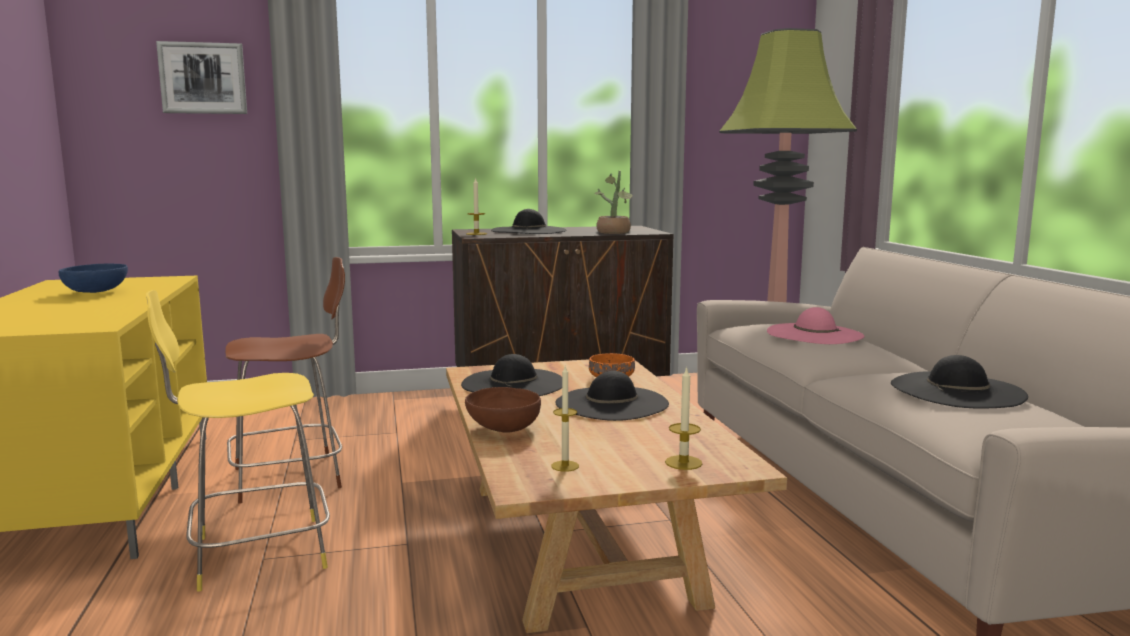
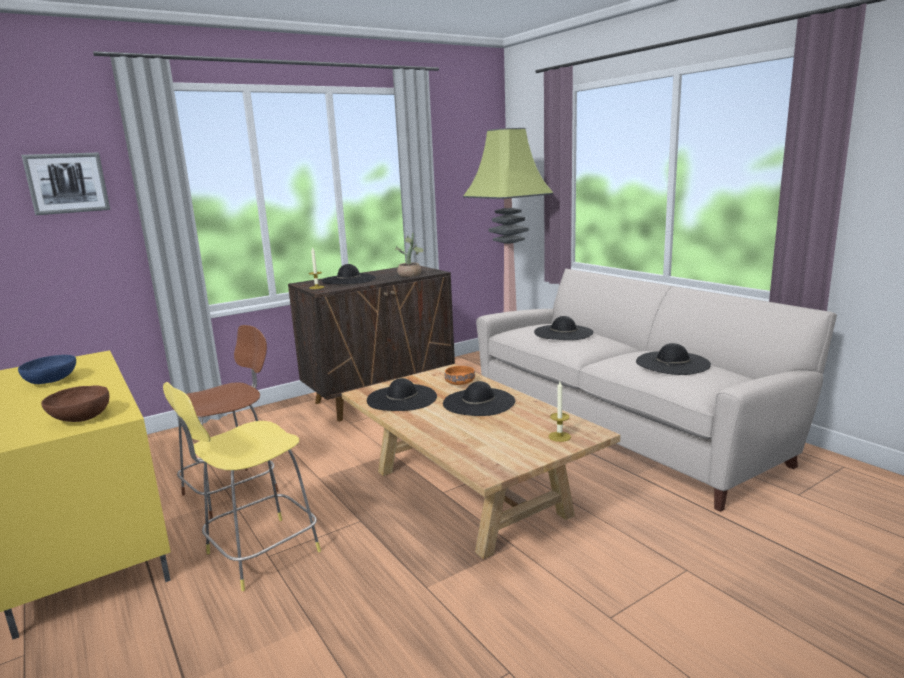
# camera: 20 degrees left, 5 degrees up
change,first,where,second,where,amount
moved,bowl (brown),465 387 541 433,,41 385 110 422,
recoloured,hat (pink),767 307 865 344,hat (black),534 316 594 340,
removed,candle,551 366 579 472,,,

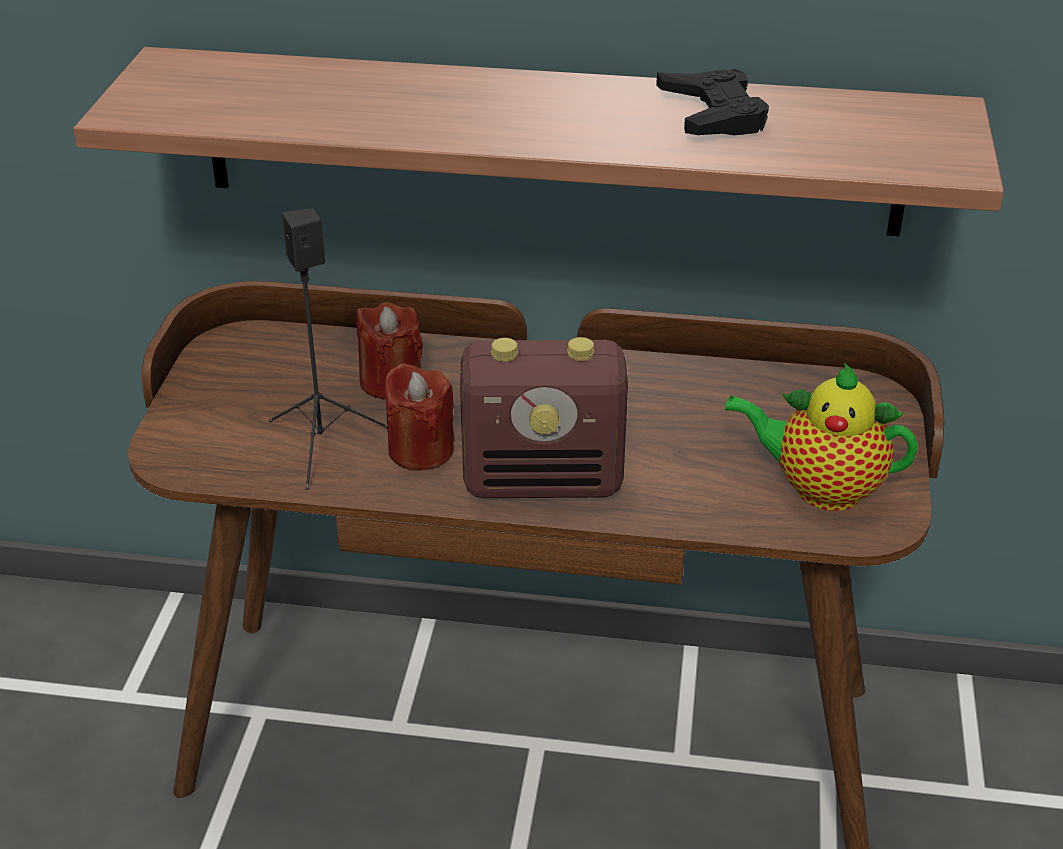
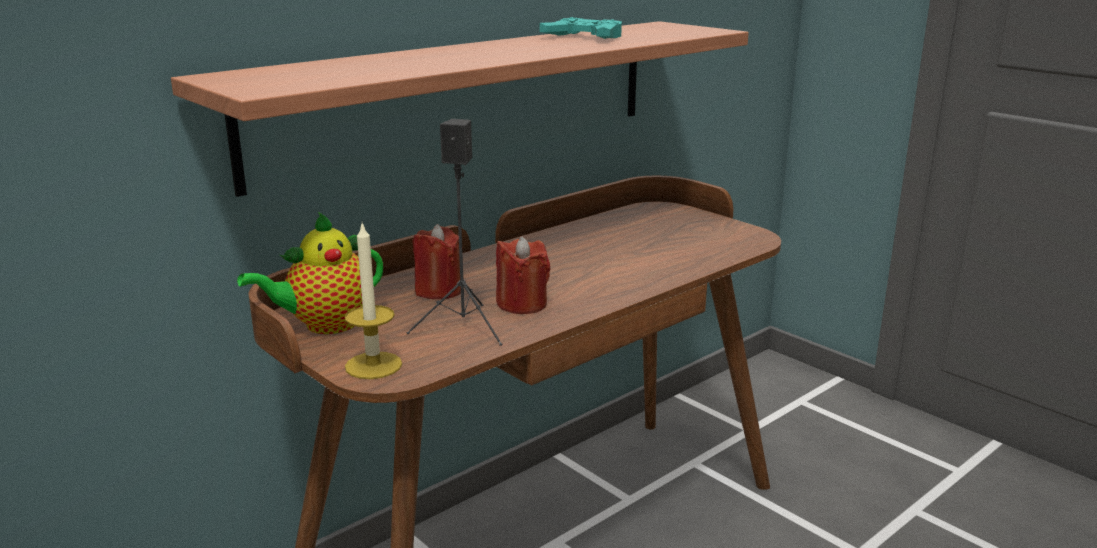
# camera: 50 degrees left, 15 degrees down
change,first,where,second,where,amount
moved,teapot,725 363 918 511,,237 212 383 334,
added,,,candle,345 222 402 379,
recoloured,game controller (black),656 69 769 135,game controller (turquoise),539 17 622 39,
removed,radio,460 337 628 498,,,

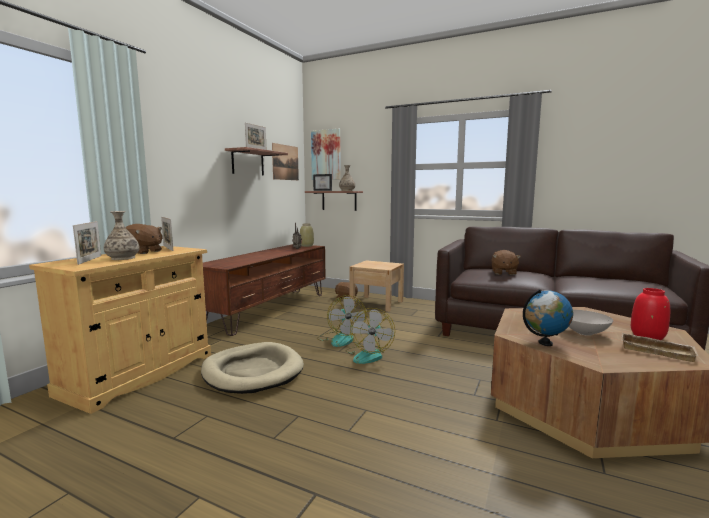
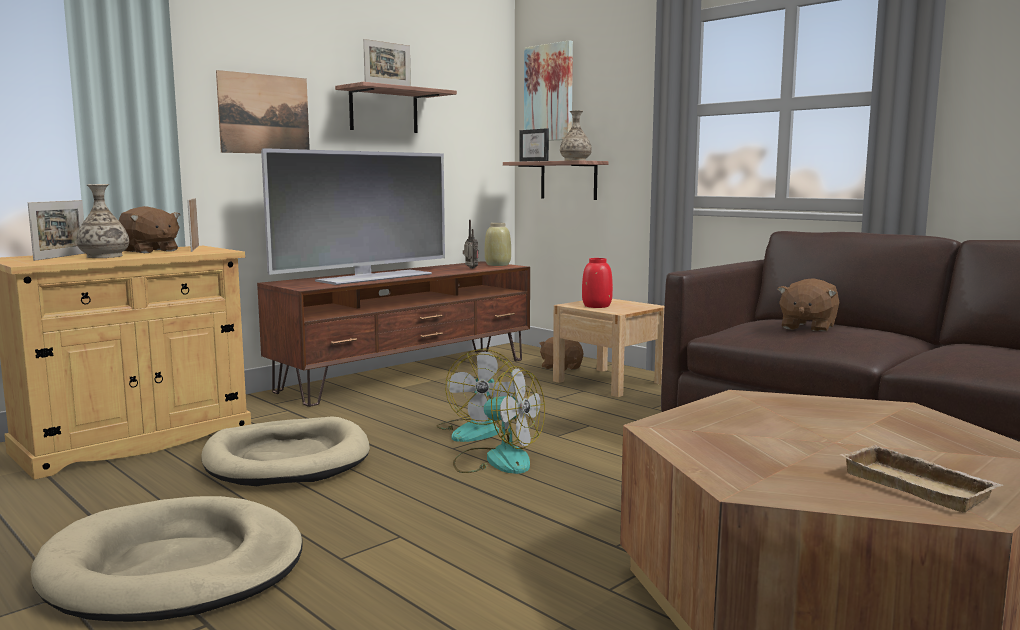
# camera: 20 degrees right, 0 degrees up
change,first,where,second,where,amount
added,,,dog bed (beige),30 496 303 622,
moved,picture,272 143 299 180,,216 70 310 153,
added,,,television,261 148 445 285,
turned,fan,346 308 395 364,,453 366 545 474,90 degrees counterclockwise
moved,vase (red),631 288 670 340,,582 258 613 308,
removed,globe,523 289 573 346,,,
removed,bowl (white),569 310 613 336,,,

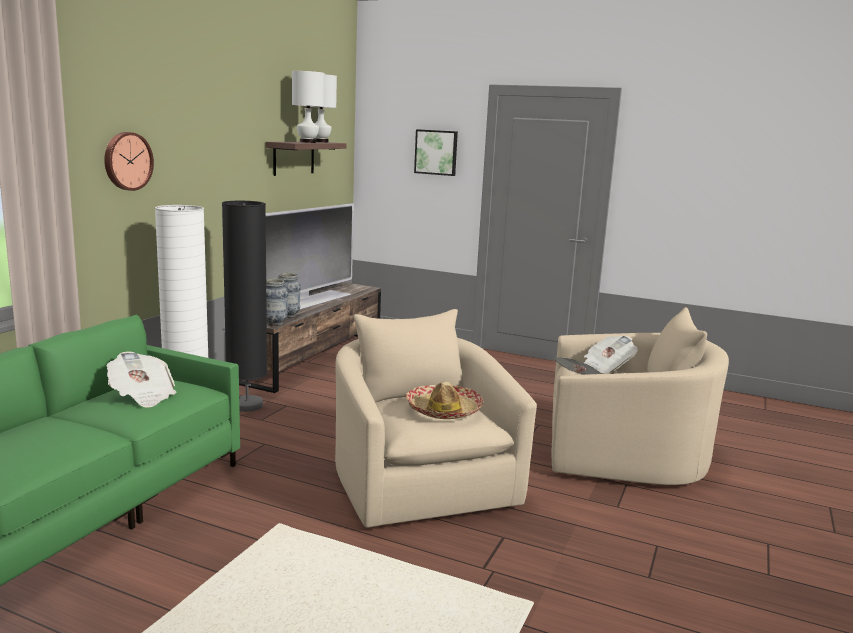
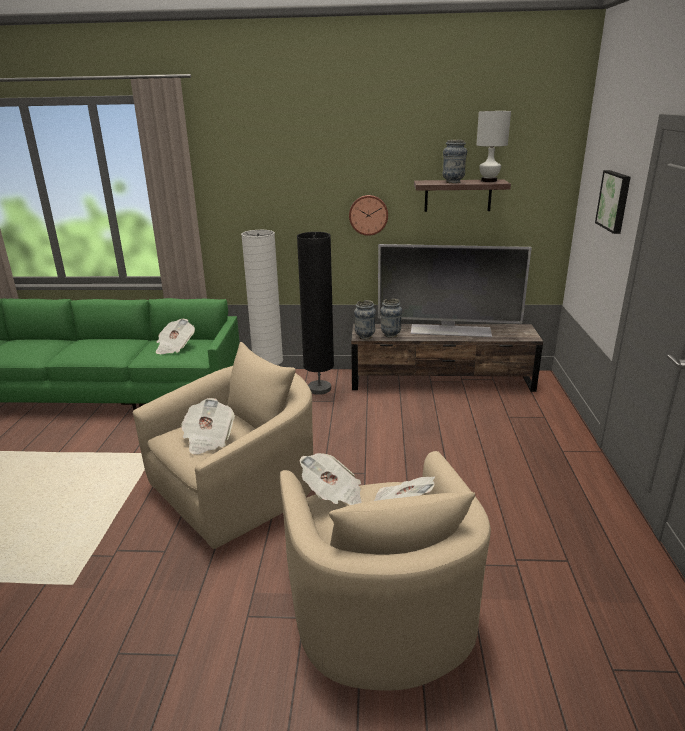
# camera: 70 degrees right, 10 degrees up
change,first,where,second,where,amount
replaced,hat,406 382 483 419,newspaper,181 398 235 455,
moved,wall clock,104 132 154 191,,349 195 388 236,
replaced,table lamp (white),292 71 325 143,vase,443 140 467 183,

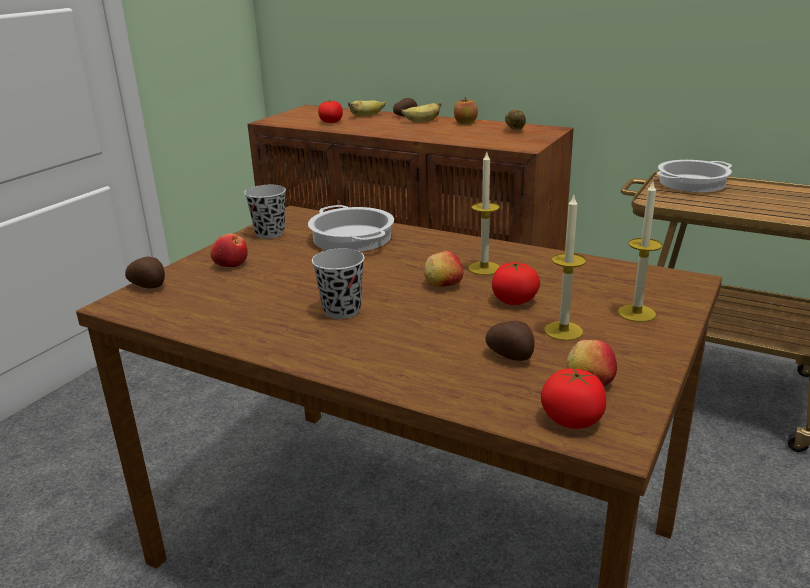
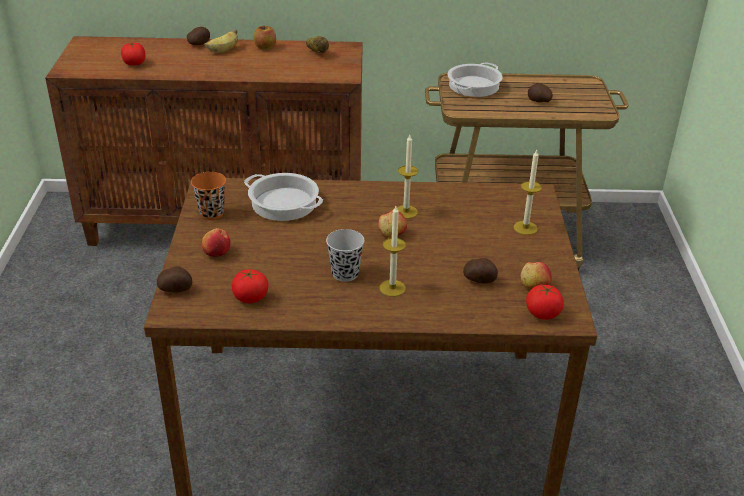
# camera: 30 degrees left, 10 degrees up
change,first,where,second,where,amount
recoloured,cup (black),244 185 286 239,cup (orange),191 172 226 220,
moved,tomato,492 262 540 305,,232 269 268 303,
moved,candle,544 193 586 341,,379 206 406 297,
added,,,potato,528 83 553 102,
removed,banana,348 101 386 116,,,

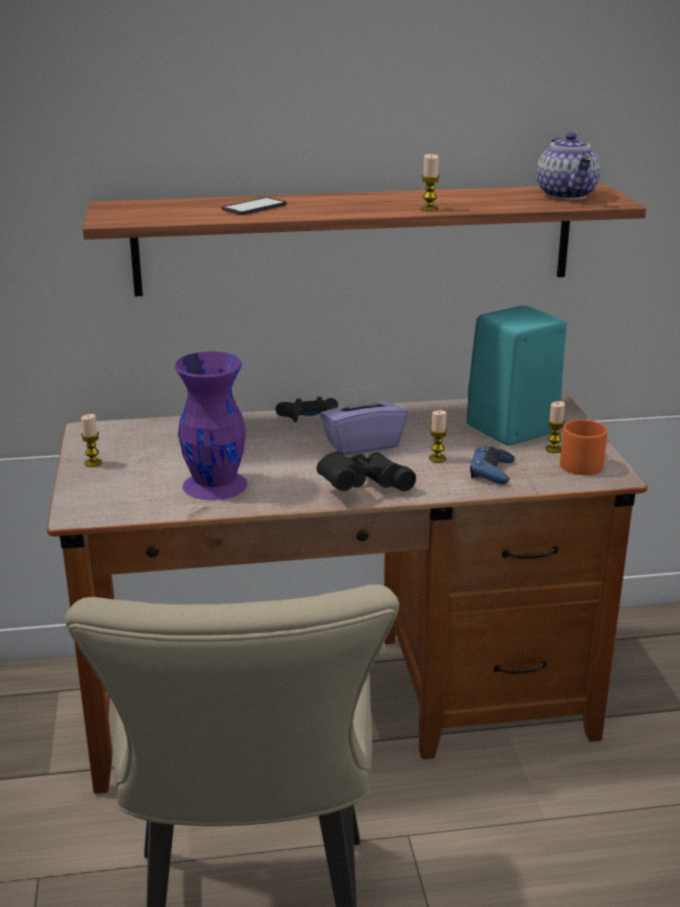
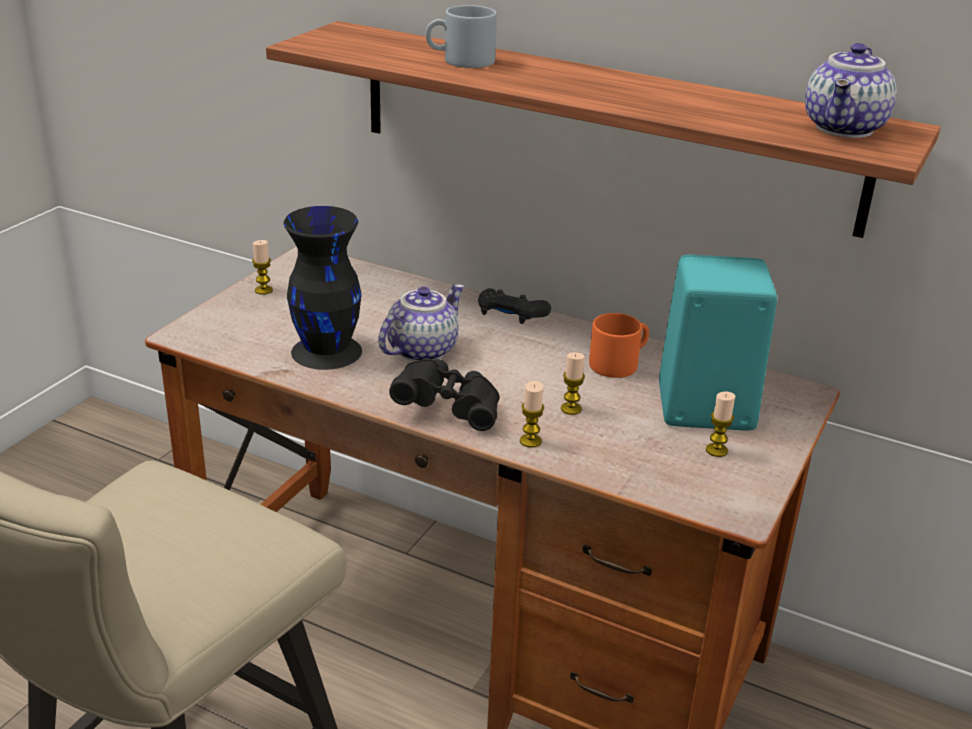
# camera: 35 degrees right, 5 degrees up
change,first,where,second,where,amount
recoloured,vase (purple),175 351 247 500,vase (black),284 206 362 370,
added,,,teapot,378 284 464 361,
replaced,phone,221 197 287 215,mug (grey),426 5 497 68,
moved,candle,421 154 440 211,,520 381 544 448,
moved,mug (orange),560 419 608 475,,589 313 649 378,
removed,tissue box (purple),320 384 408 455,,,
removed,game controller (blue),470 446 515 485,,,

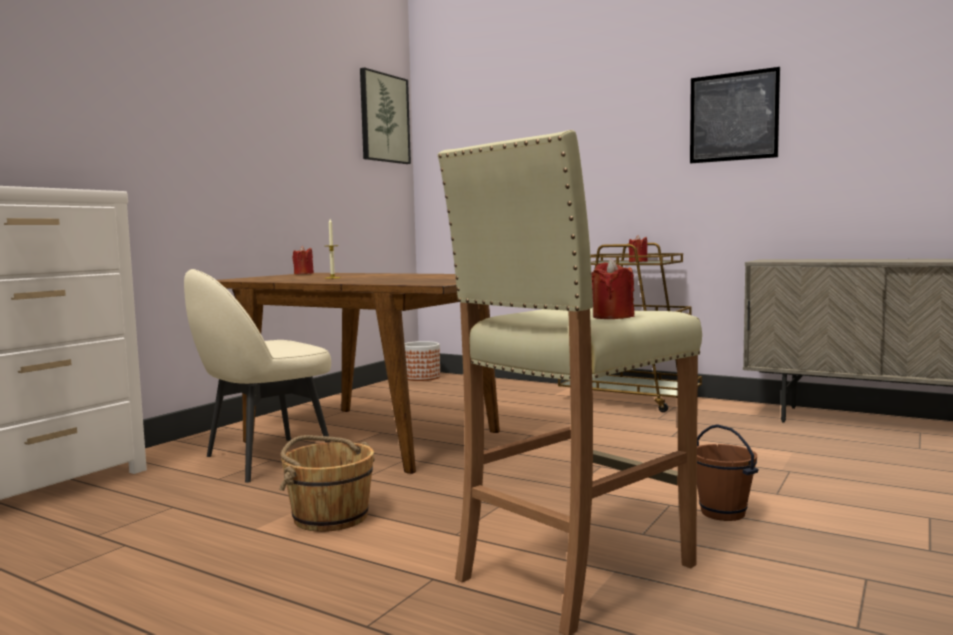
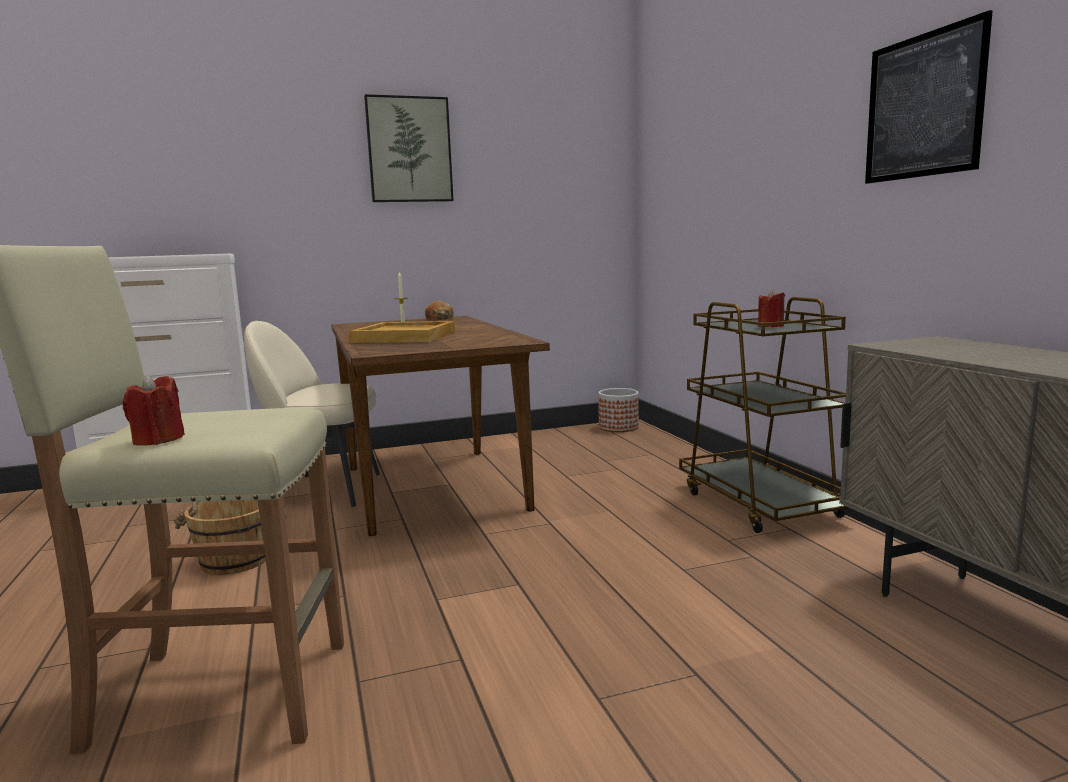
# camera: 40 degrees right, 5 degrees up
change,first,where,second,where,amount
added,,,tray (beige),348 321 455 343,
moved,picture,360 67 411 164,,364 94 454 202,
replaced,candle (red),292 246 314 274,bread,425 301 454 320,
removed,bucket (brown),697 424 759 521,,,

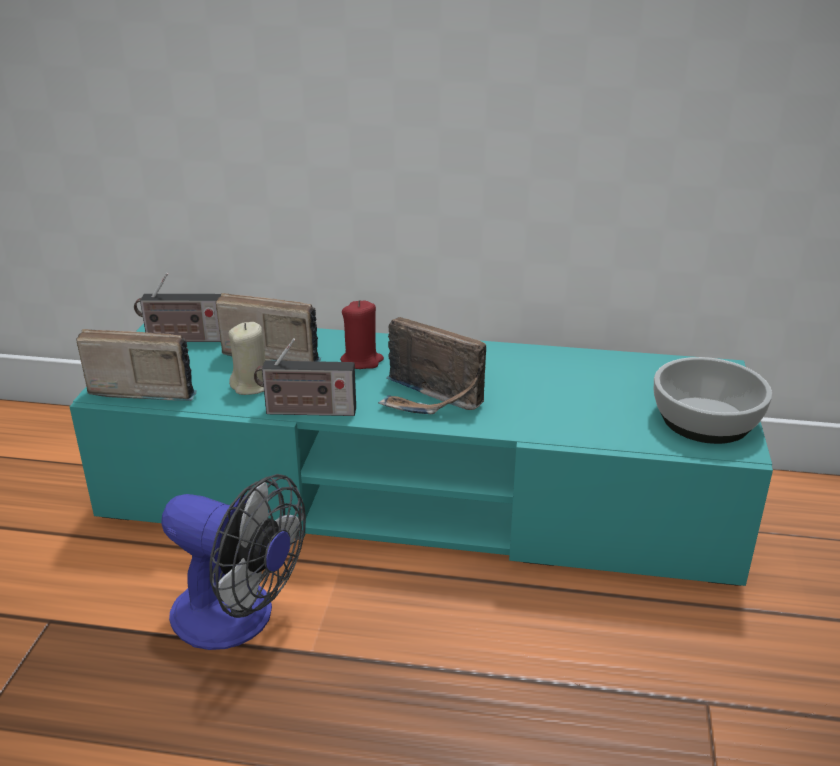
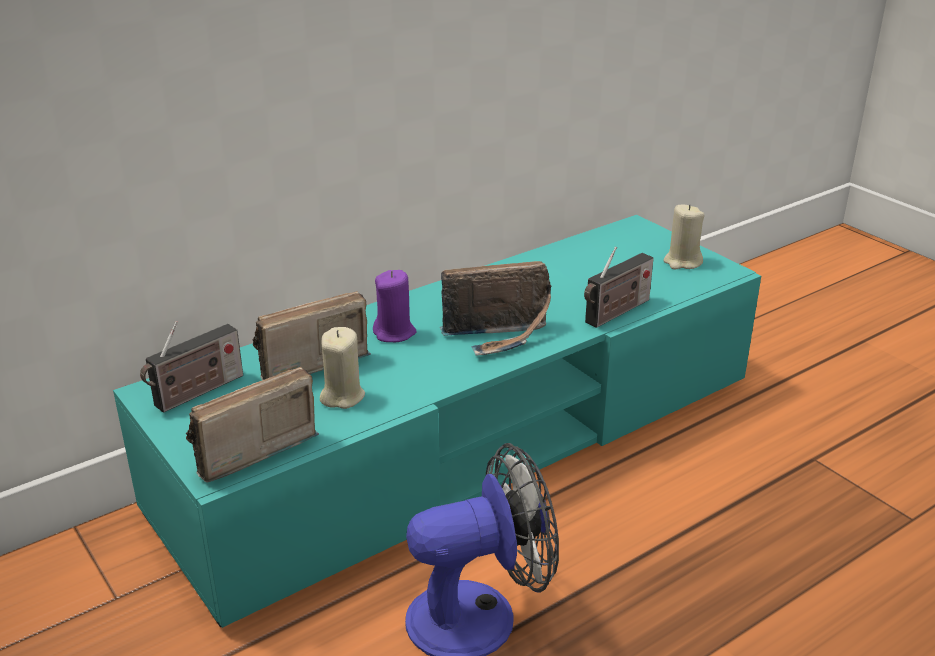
# camera: 45 degrees left, 0 degrees up
change,first,where,second,where,amount
recoloured,candle (red),340 300 384 369,candle (purple),373 270 416 342,
moved,radio,254 338 356 416,,584 247 654 328,
replaced,bowl,654 357 772 444,candle (beige),663 204 704 269,

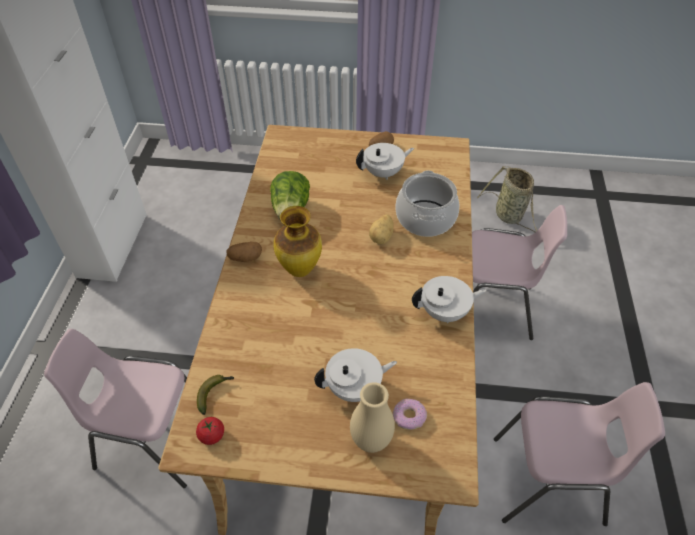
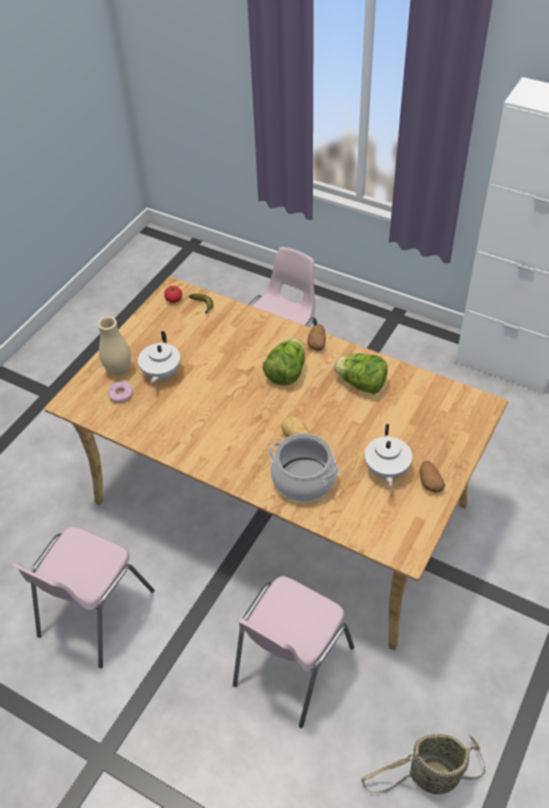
# camera: 115 degrees right, 0 degrees up
change,first,where,second,where,amount
replaced,vase,274 206 322 277,lettuce,263 338 305 386,
removed,teapot (white),412 276 487 323,,,

